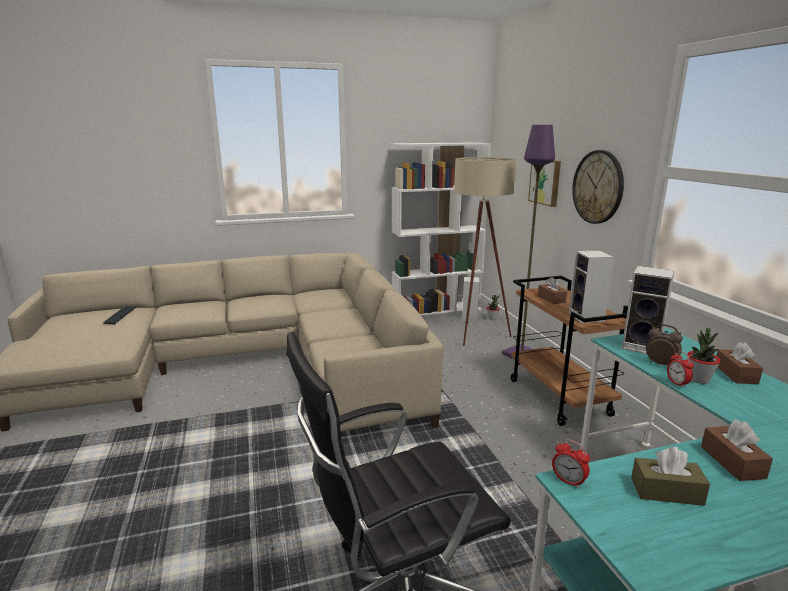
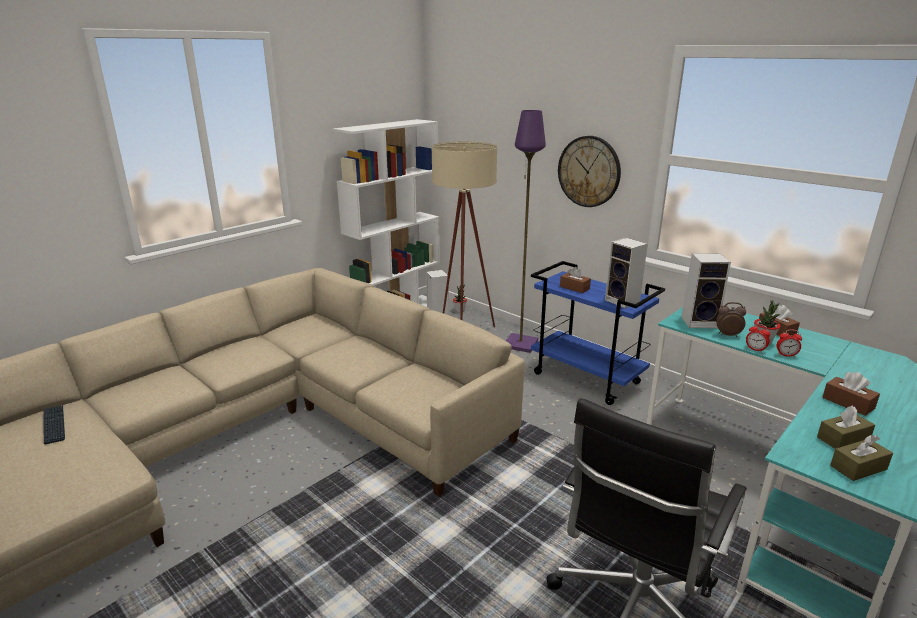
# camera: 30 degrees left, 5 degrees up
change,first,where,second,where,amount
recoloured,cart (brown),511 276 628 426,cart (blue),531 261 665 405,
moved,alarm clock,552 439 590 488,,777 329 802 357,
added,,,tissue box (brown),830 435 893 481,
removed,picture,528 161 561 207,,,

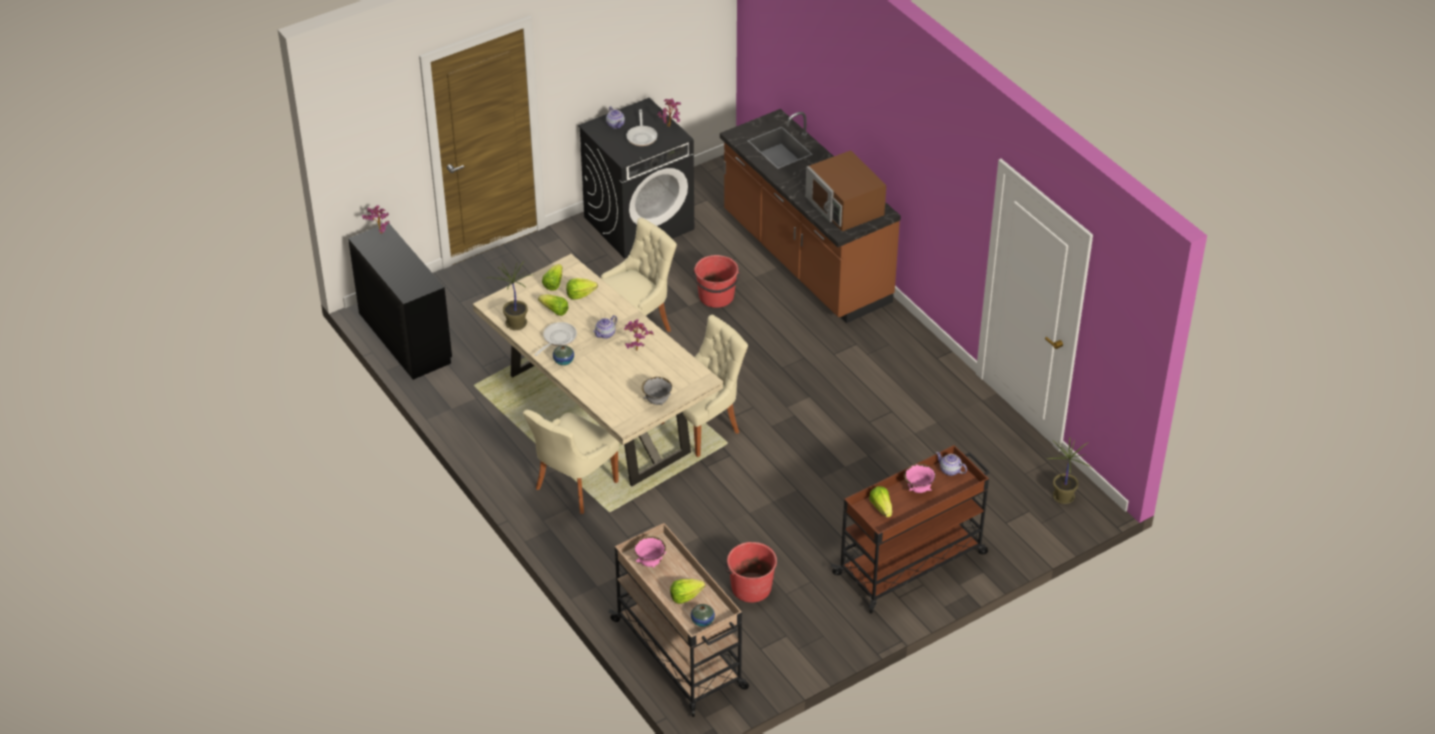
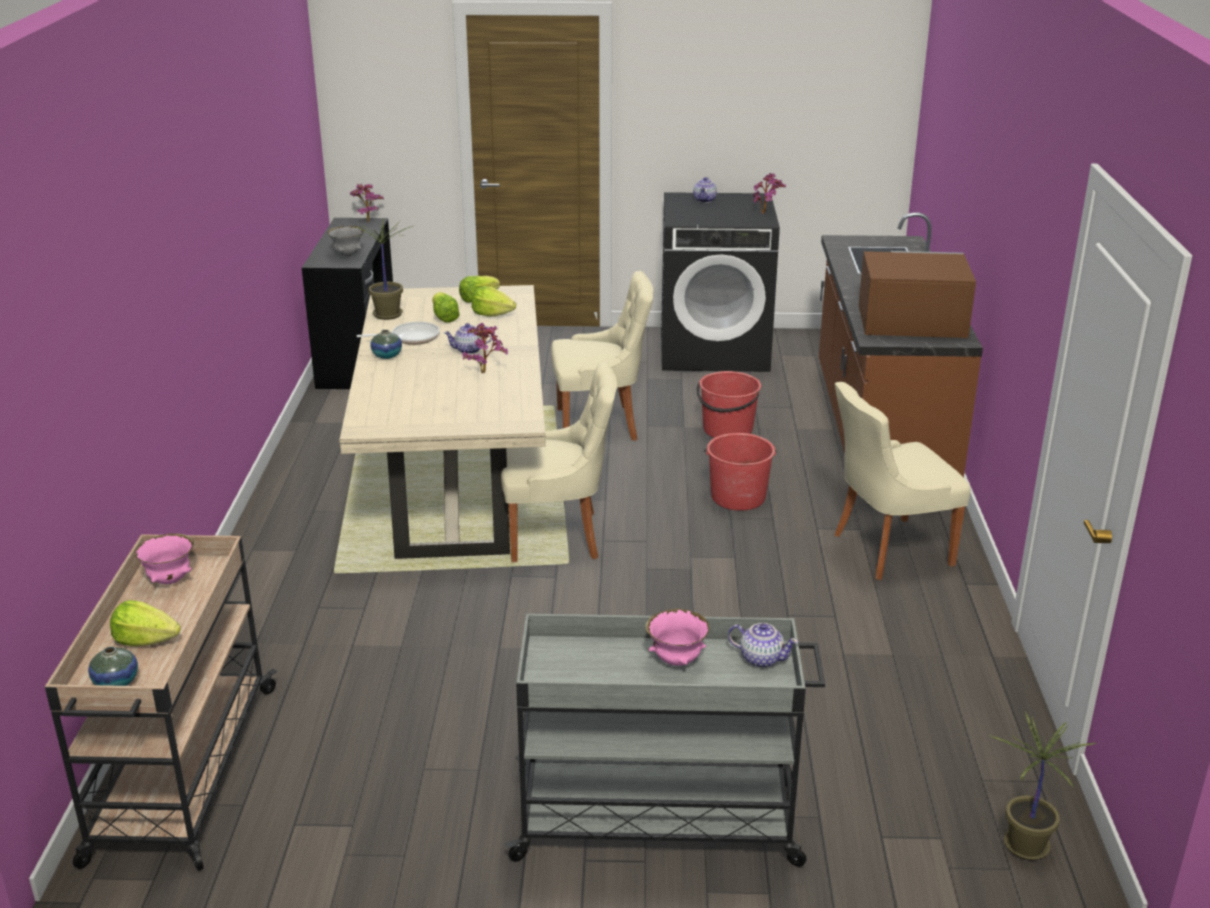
# camera: 35 degrees right, 15 degrees down
change,first,where,second,where,amount
moved,bowl (grey),641 377 672 405,,328 226 364 256,
recoloured,cart (brown),831 445 990 614,cart (grey),504 614 825 867,
moved,bucket (red),725 542 777 603,,704 433 777 511,
turned,teapot,936 452 967 476,,728 623 798 668,135 degrees clockwise
moved,chair (beige),523 410 619 514,,834 382 970 580,
turned,microwave (brown),805 150 886 231,,859 251 976 338,90 degrees clockwise
removed,frying pan,627 109 657 146,,,
removed,lettuce,869 486 892 518,,,

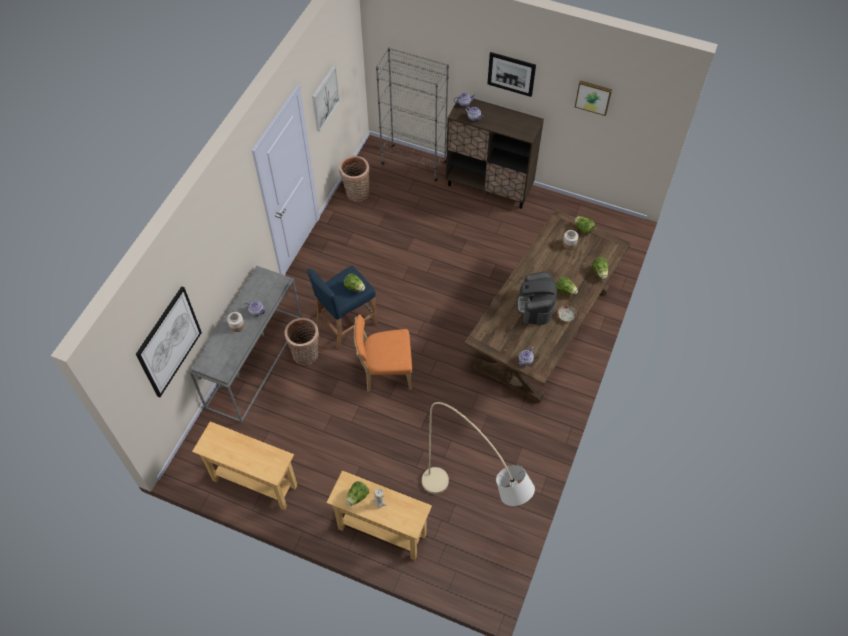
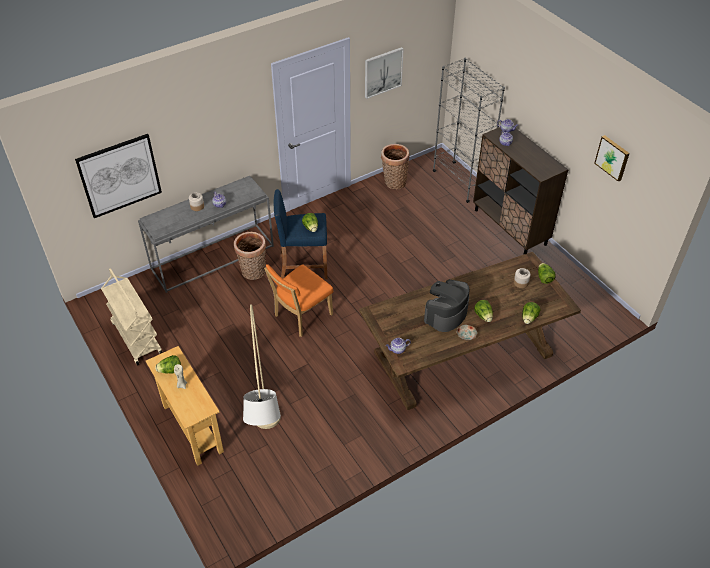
# camera: 35 degrees right, 10 degrees down
change,first,where,second,where,amount
replaced,console table (beige),192 422 298 510,cart (beige),101 268 162 366,
turned,chair (orange),354 314 412 392,,264 264 334 337,75 degrees counterclockwise
removed,picture,487 52 536 97,,,

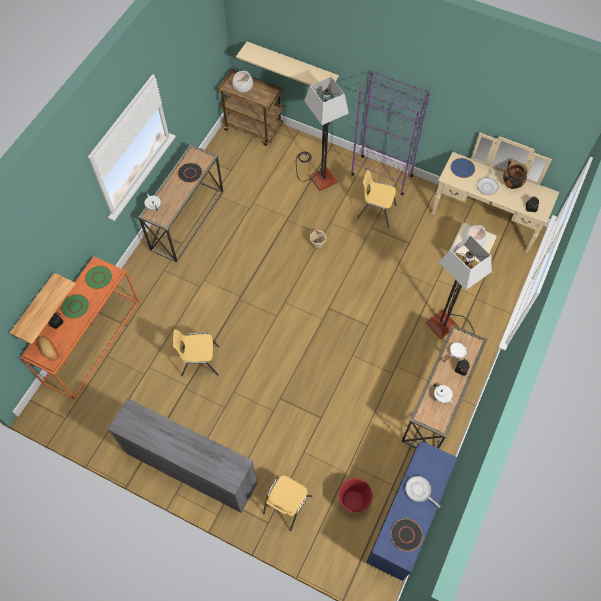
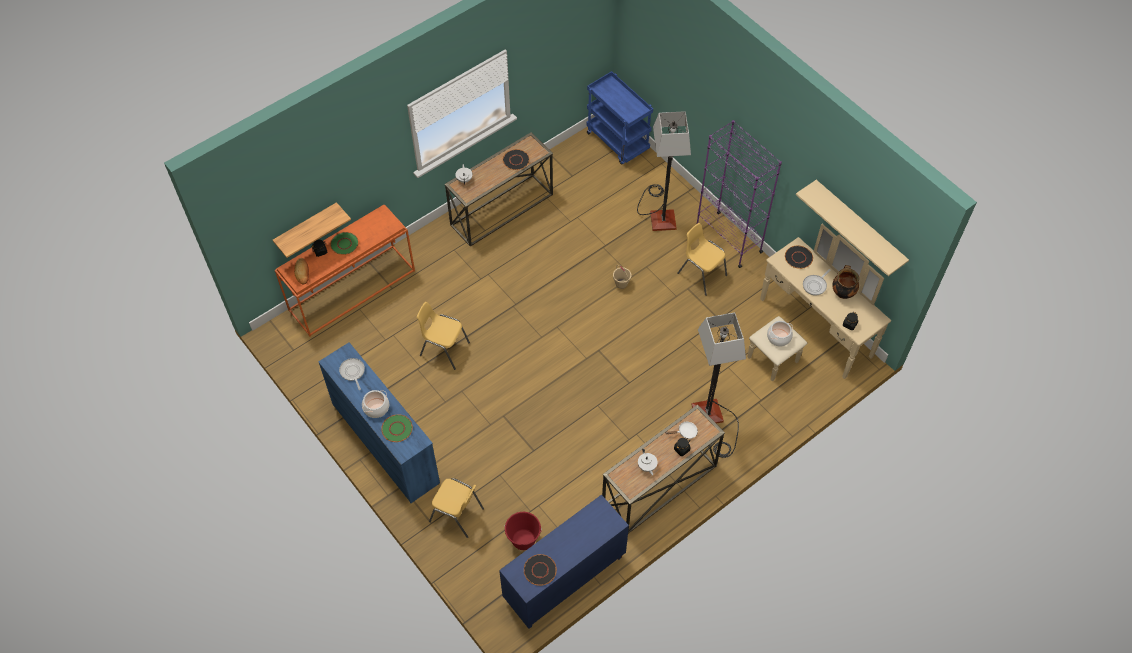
# camera: 25 degrees right, 5 degrees down
change,first,where,second,where,amount
recoloured,dresser (grey),108 398 257 513,dresser (blue),318 342 440 503,
moved,frying pan,405 476 440 508,,339 358 365 390,
moved,cooking pot,233 71 253 92,,362 390 389 418,
moved,plate (green),85 266 112 289,,381 414 413 442,
turned,chair (yellow),263 475 312 531,,429 478 484 538,120 degrees counterclockwise
recoloured,cart (brown),218 69 283 146,cart (blue),587 71 653 165,
recoloured,plate (blue),450 158 475 178,plate (black),785 246 813 269,
moved,shelf (beige),236 41 339 85,,796 180 909 276,

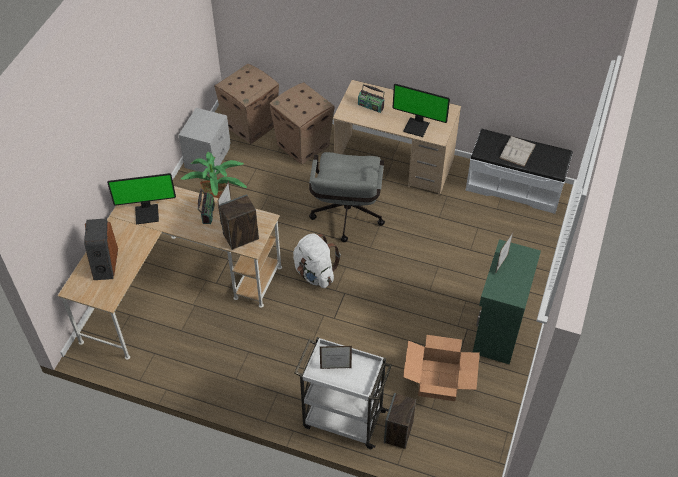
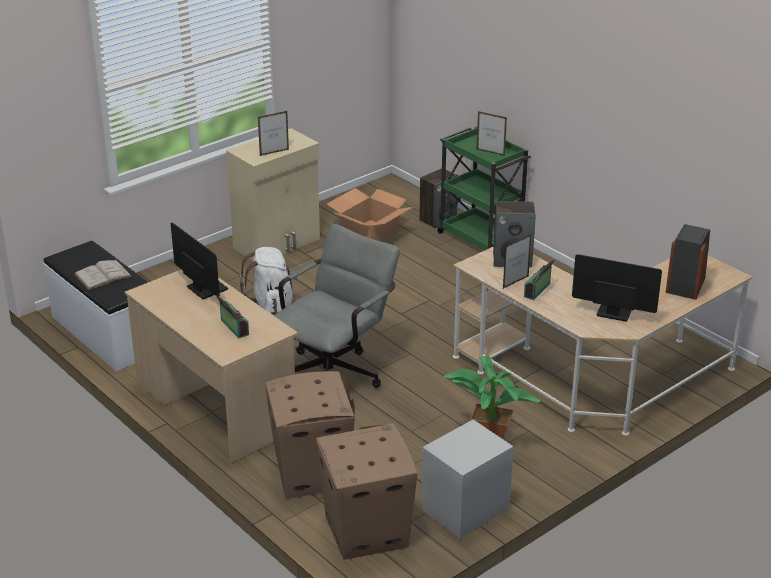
# camera: 150 degrees left, 20 degrees down
change,first,where,second,where,amount
recoloured,cabinet (green),473 239 541 364,cabinet (beige),226 128 320 262,
moved,backpack (white),293 233 341 288,,240 247 297 315,
recoloured,cart (white),294 337 392 449,cart (green),436 127 531 251,

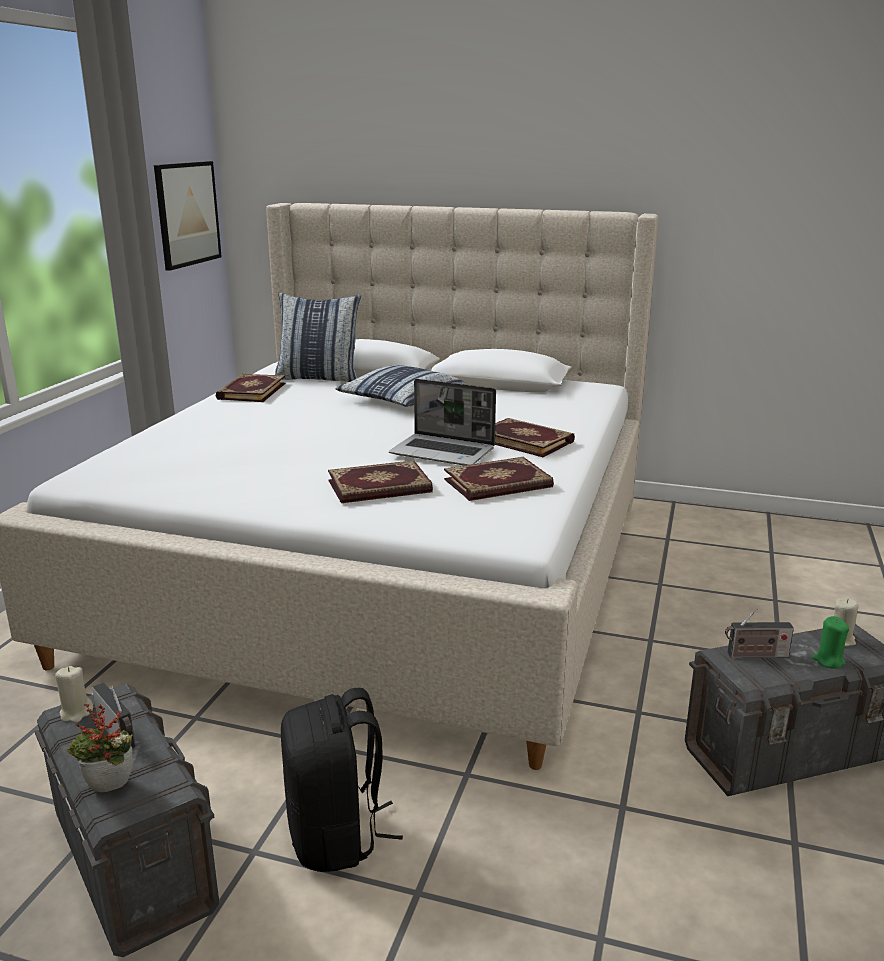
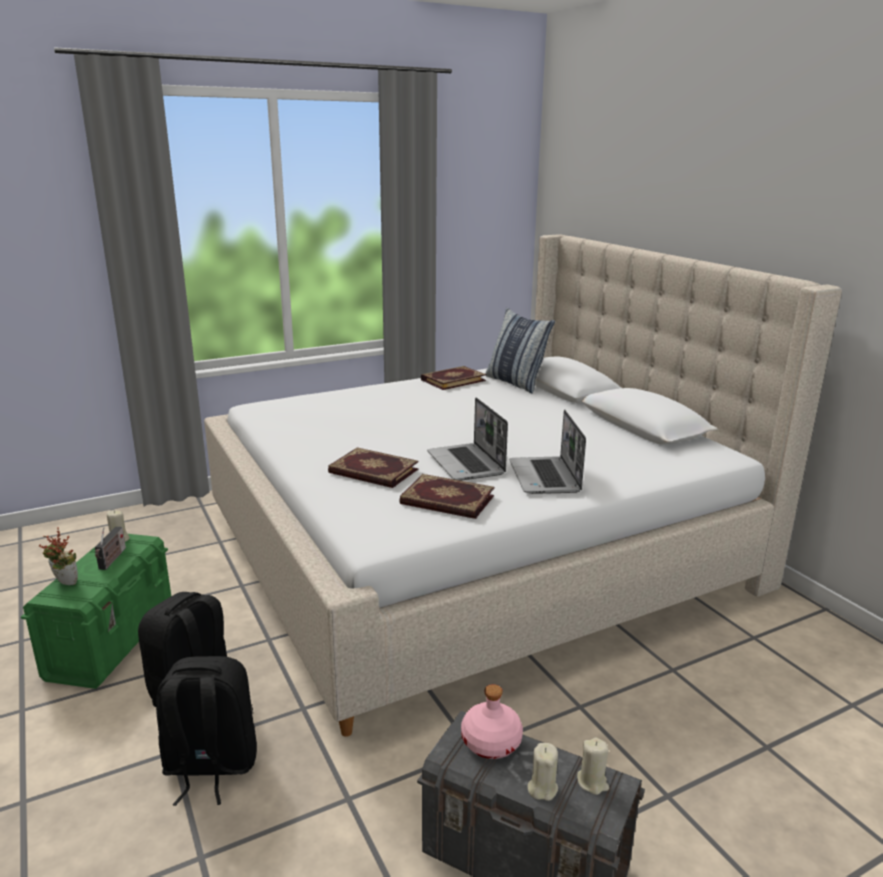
# camera: 45 degrees right, 0 degrees up
change,first,where,second,where,amount
recoloured,storage box (grey),35 684 219 957,storage box (green),21 534 171 689,
added,,,backpack (black),156 656 257 806,
replaced,radio,725 608 794 658,bottle (pink),461 684 523 759,
replaced,book,495 418 575 457,laptop,509 410 586 494,
recoloured,candle (green),812 616 850 669,candle (beige),528 743 558 801,
removed,picture,154 161 222 271,,,
removed,pillow,335 365 465 407,,,

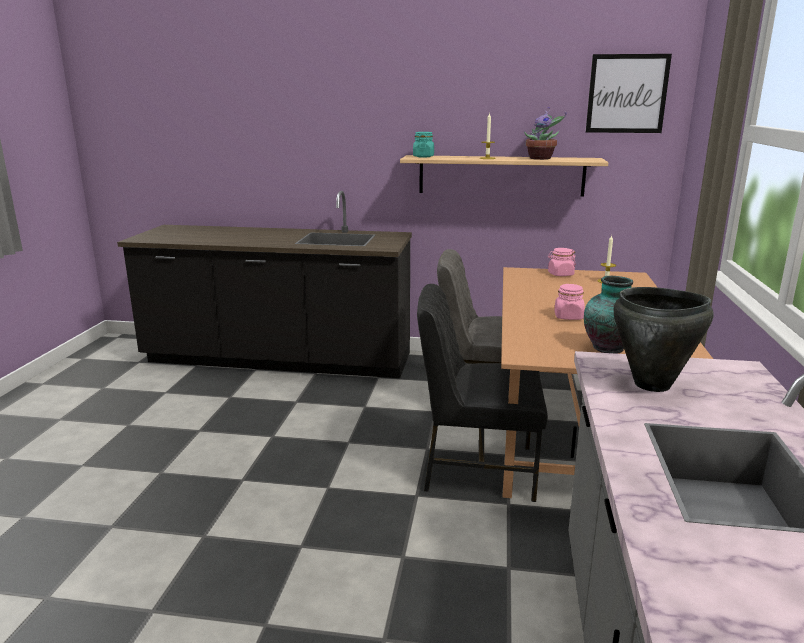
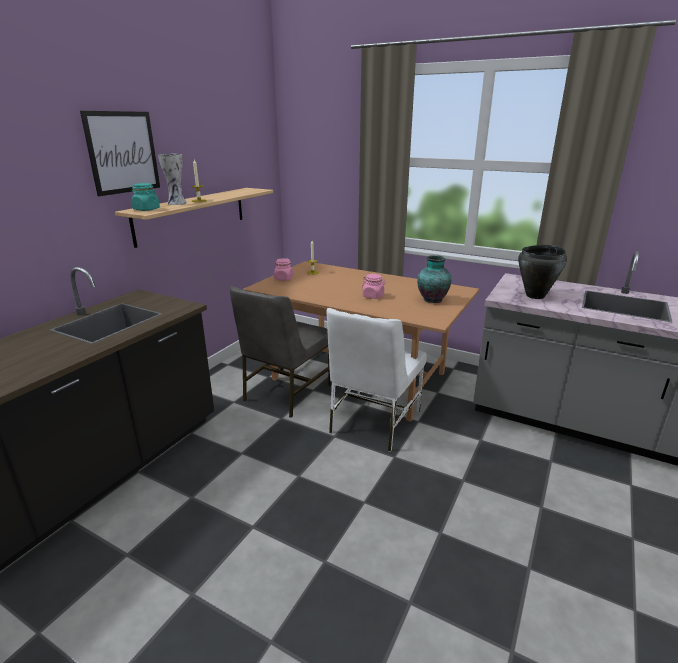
# camera: 70 degrees left, 5 degrees up
change,first,where,second,where,amount
moved,picture,586 54 672 133,,80 111 160 196,
added,,,vase,158 154 186 205,
recoloured,chair (black),417 284 548 502,chair (white),326 308 427 452,
removed,potted plant,524 107 566 160,,,

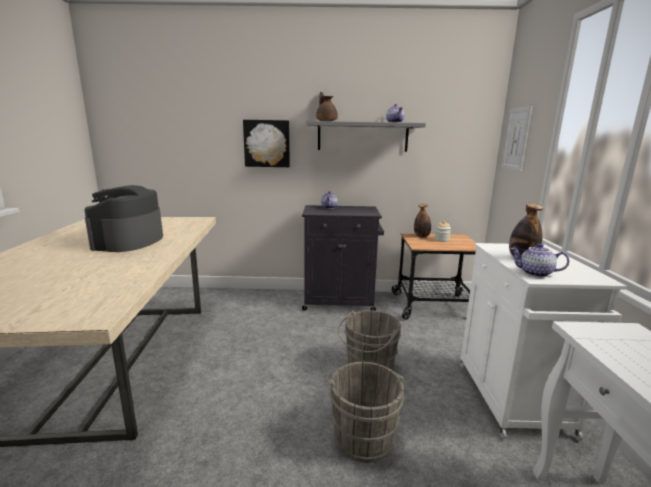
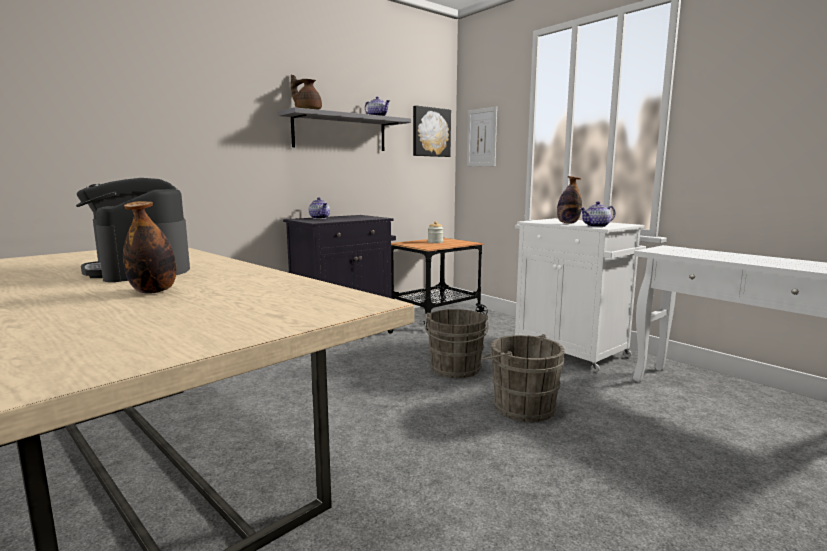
# camera: 40 degrees left, 5 degrees down
change,first,where,second,where,amount
moved,bottle,414 204 431 237,,123 201 177 293,
moved,picture,243 120 290 167,,413 106 451 157,

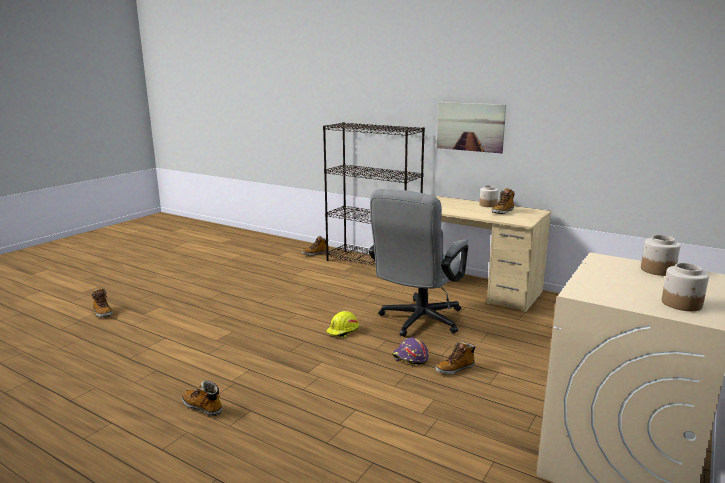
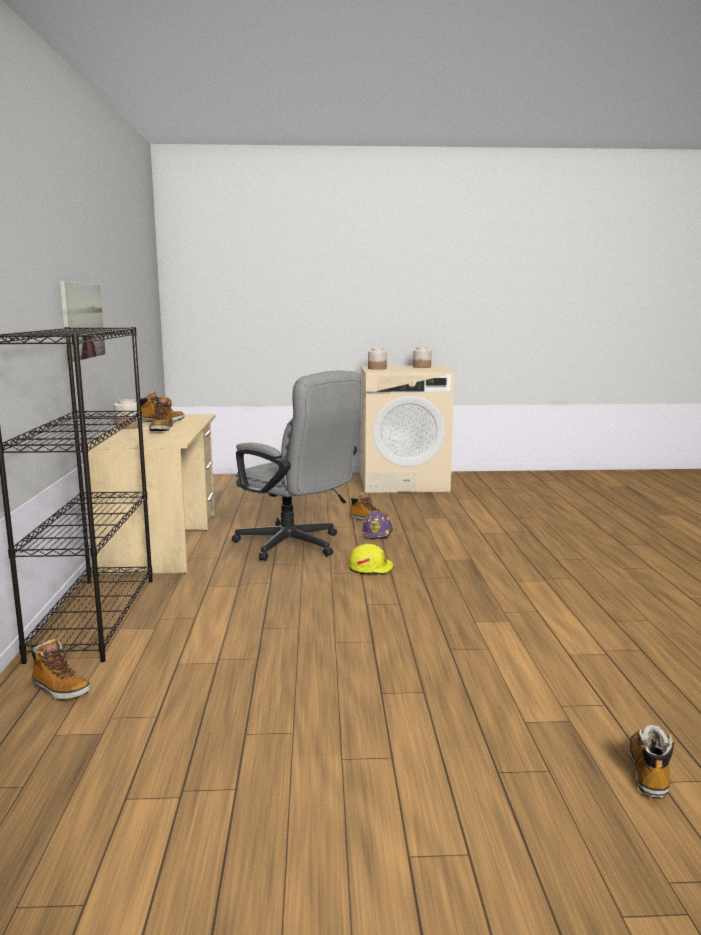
# camera: 125 degrees left, 5 degrees down
change,first,where,second,where,amount
moved,boot,182 380 223 416,,149 396 173 431,
turned,office chair (grey),369 189 468 337,,232 371 362 561,45 degrees clockwise

